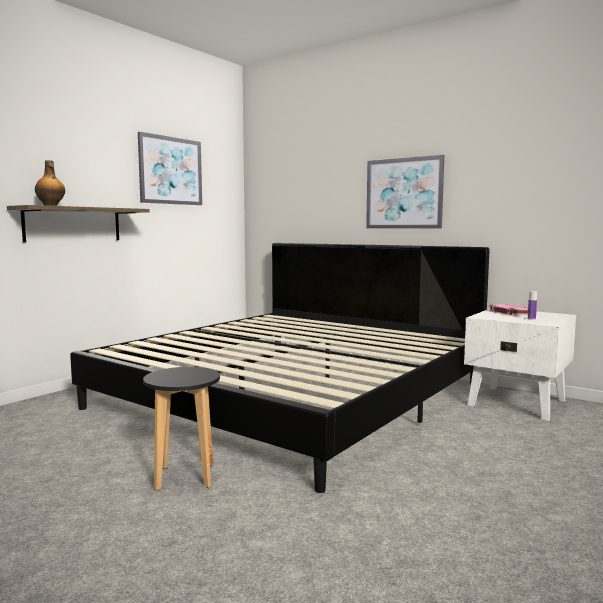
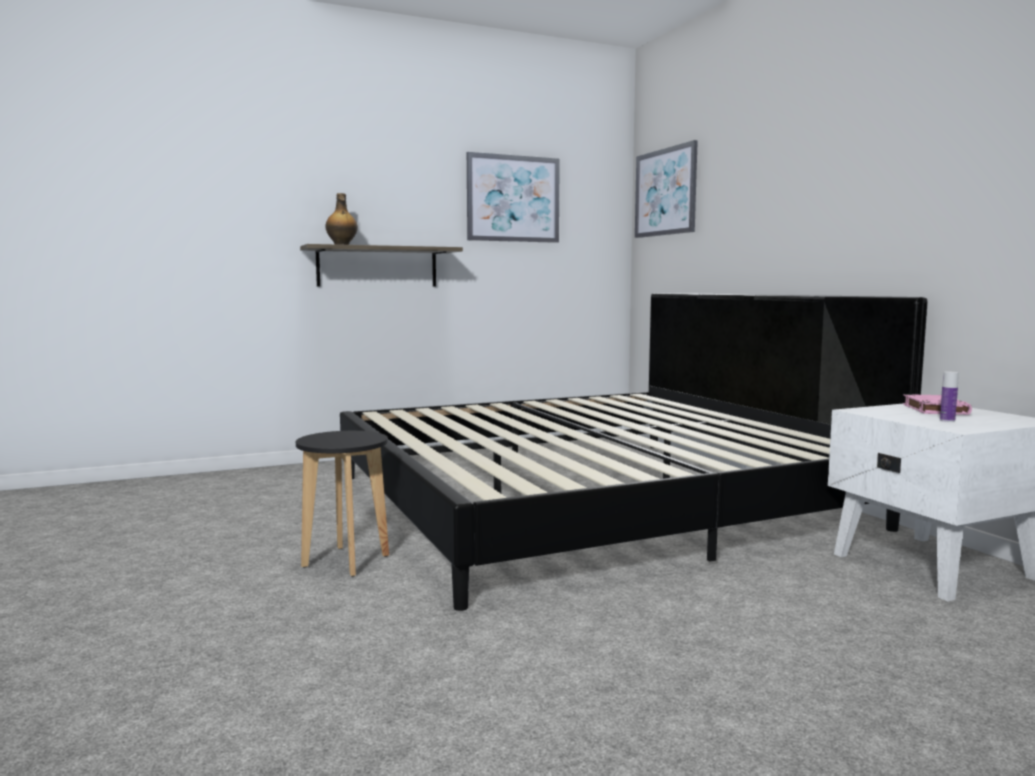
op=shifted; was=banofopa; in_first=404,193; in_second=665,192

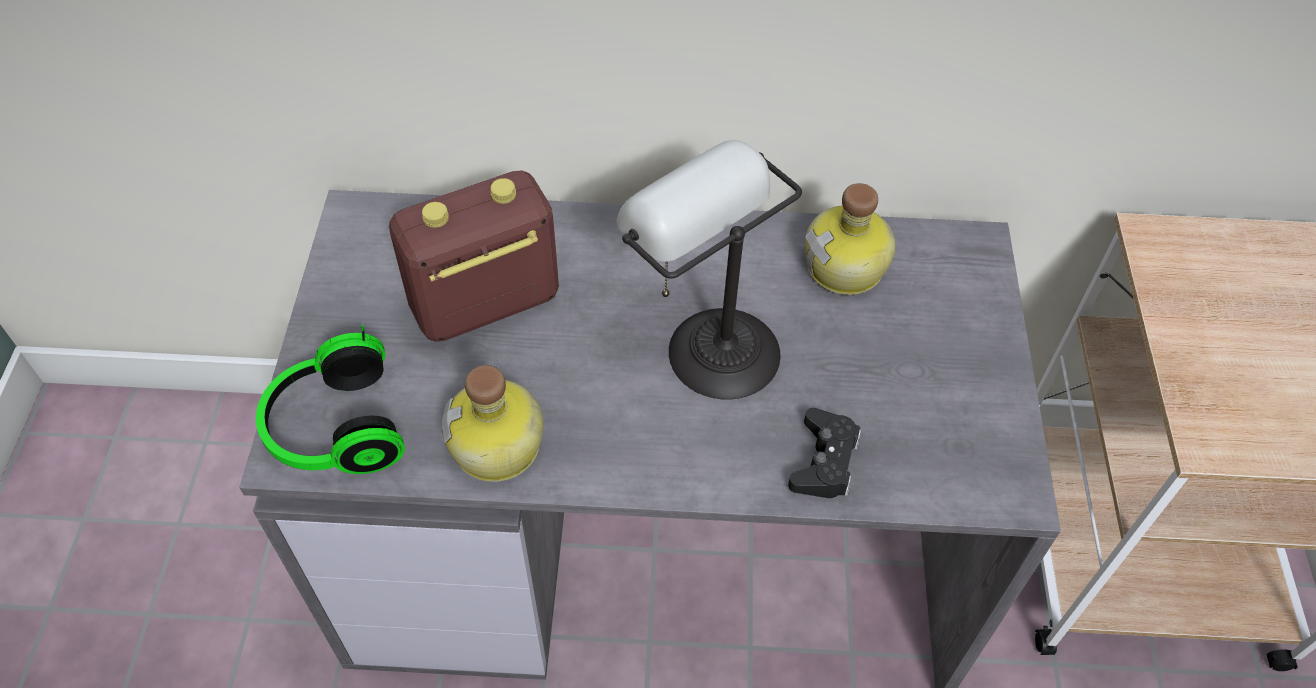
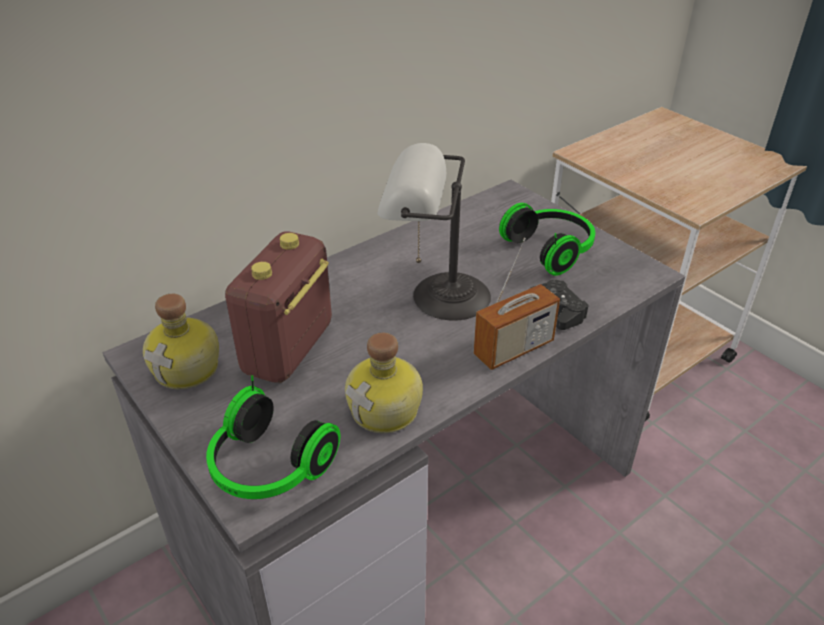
op=shifted; was=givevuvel; in_first=847,268; in_second=189,368
op=new; now=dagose; in_second=513,349
op=new; now=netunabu; in_second=551,250

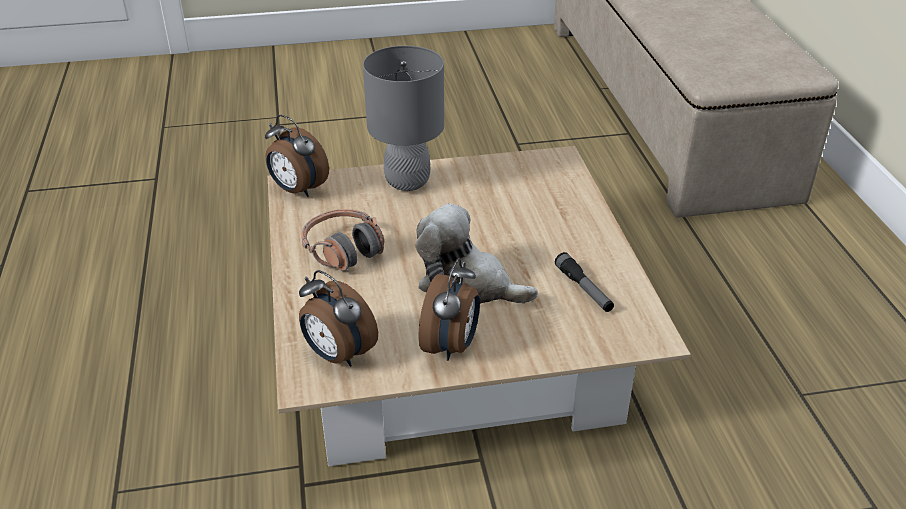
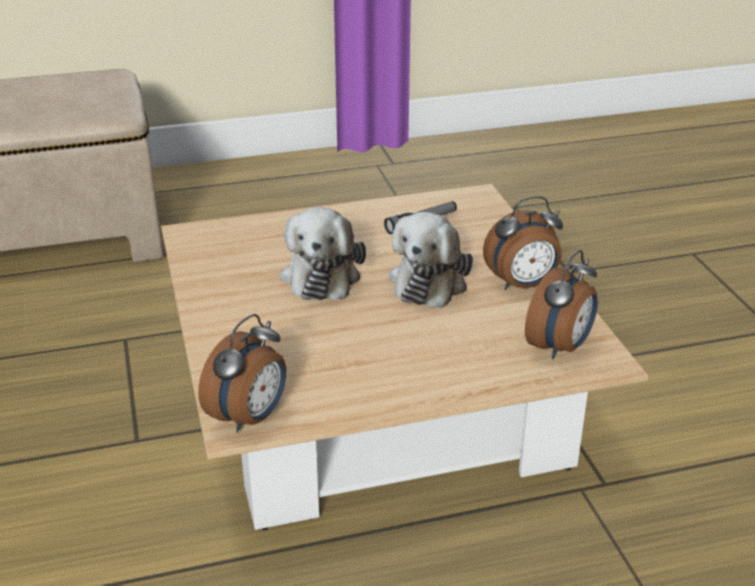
op=gone; was=netunabu; in_first=343,249
op=gone; was=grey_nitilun; in_first=405,183
op=rotated; was=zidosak; in_first=451,346; in_second=522,285; clockwise=150
op=new; now=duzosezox; in_second=321,275

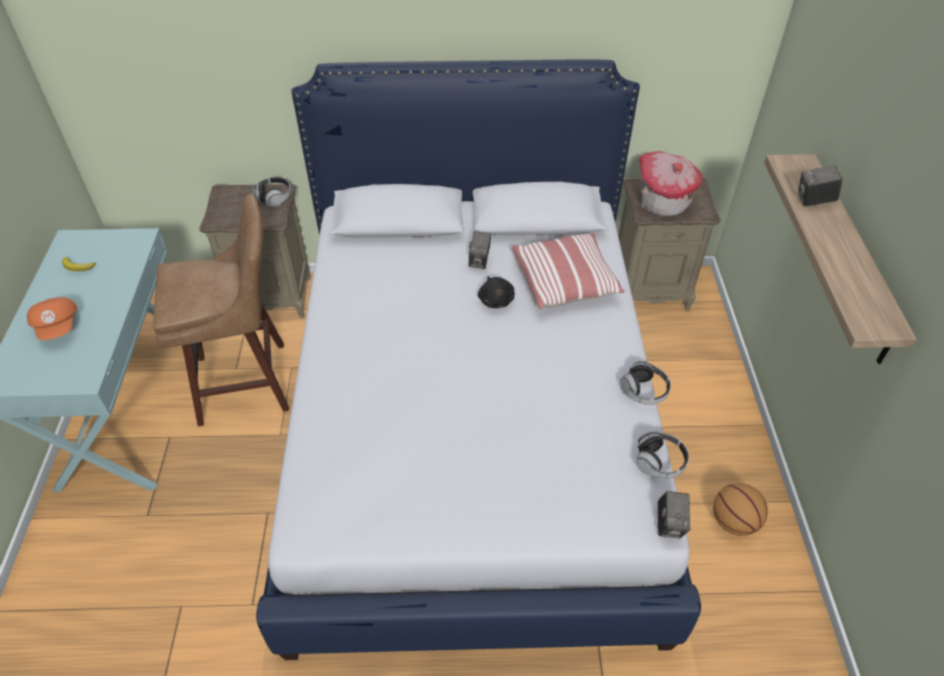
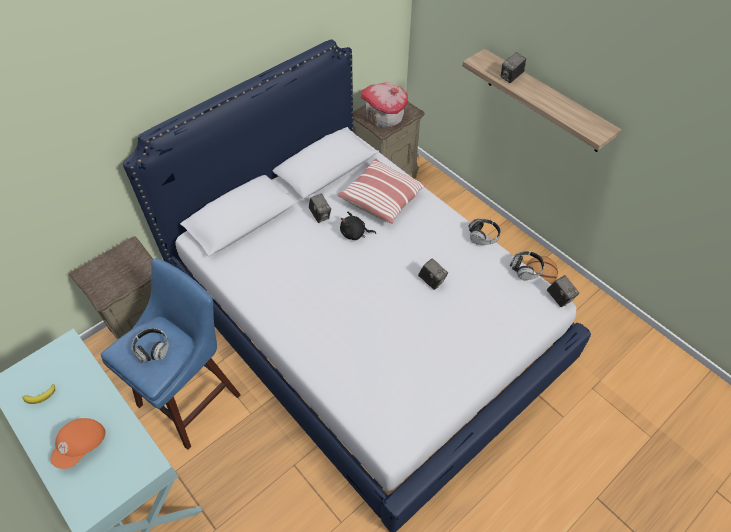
op=rotated; was=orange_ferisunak; in_first=59,326; in_second=82,446; clockwise=90
op=repainted; was=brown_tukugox; now=blue_tukugox; in_first=248,382; in_second=192,397
op=shifted; was=netunabu; in_first=274,198; in_second=152,349
op=rotated; was=black_duzosezox; in_first=496,300; in_second=355,234; clockwise=150
op=new; now=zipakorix; in_second=432,281

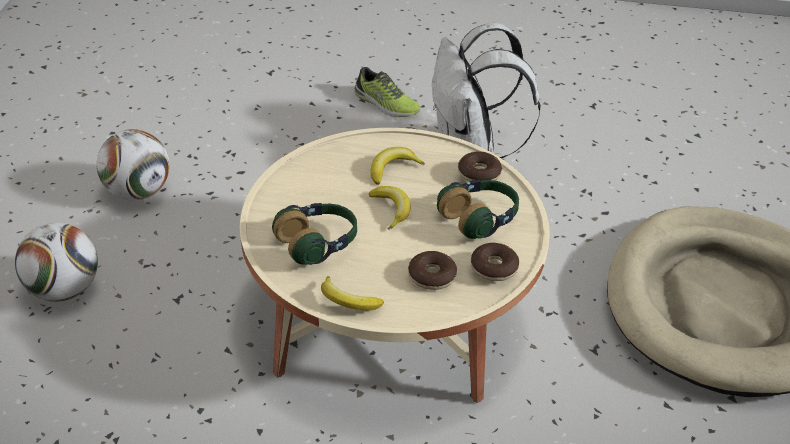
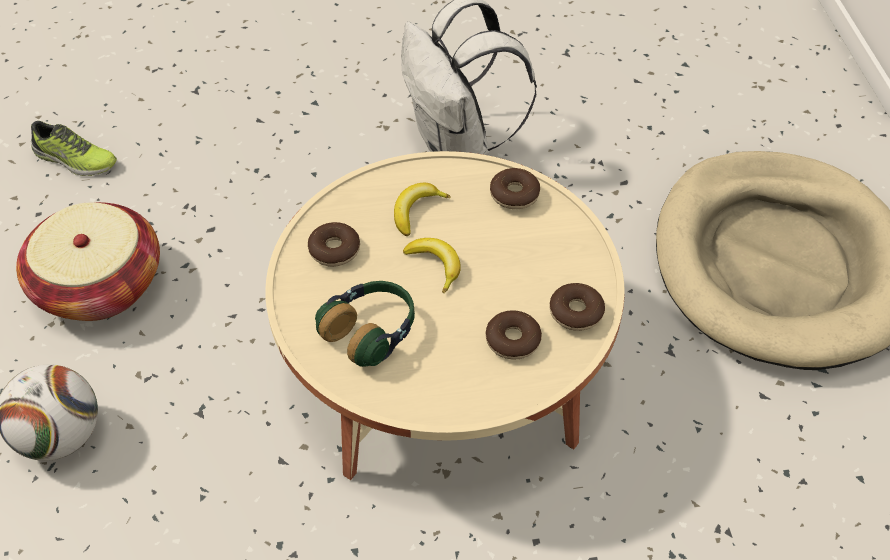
op=swapped; was=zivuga; now=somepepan; in_first=138,192; in_second=100,285
op=gone; was=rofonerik; in_first=348,301
op=shifted; was=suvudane; in_first=385,104; in_second=74,160
op=gone; was=netunabu; in_first=480,219
op=new; now=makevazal; in_second=334,250

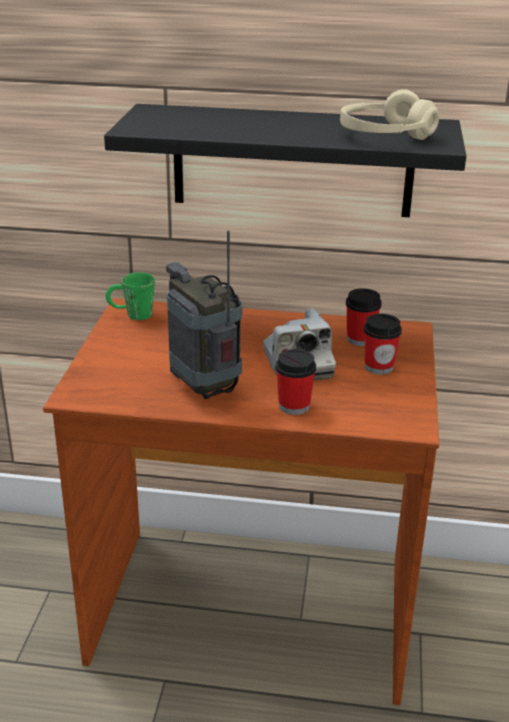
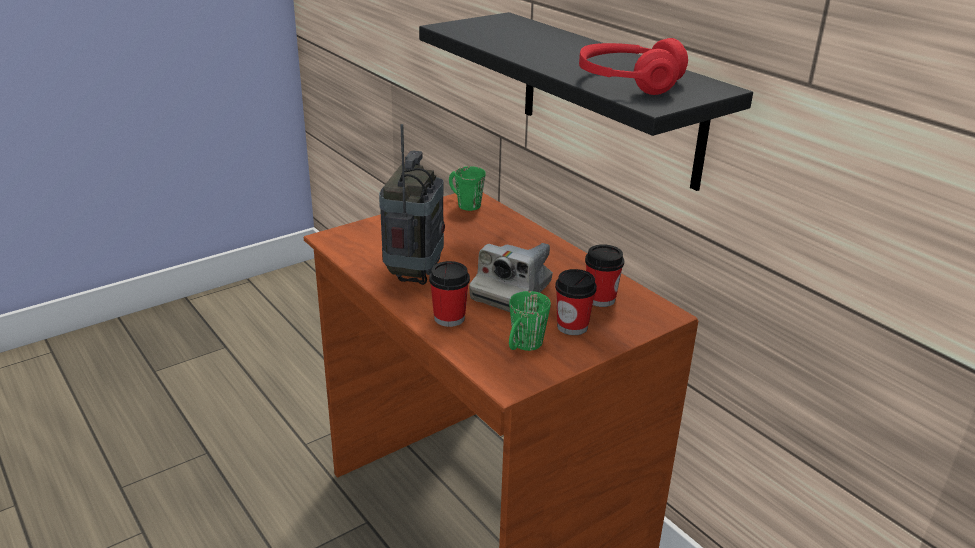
op=repainted; was=beige_netunabu; now=red_netunabu; in_first=385,135; in_second=629,82
op=new; now=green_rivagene; in_second=523,347

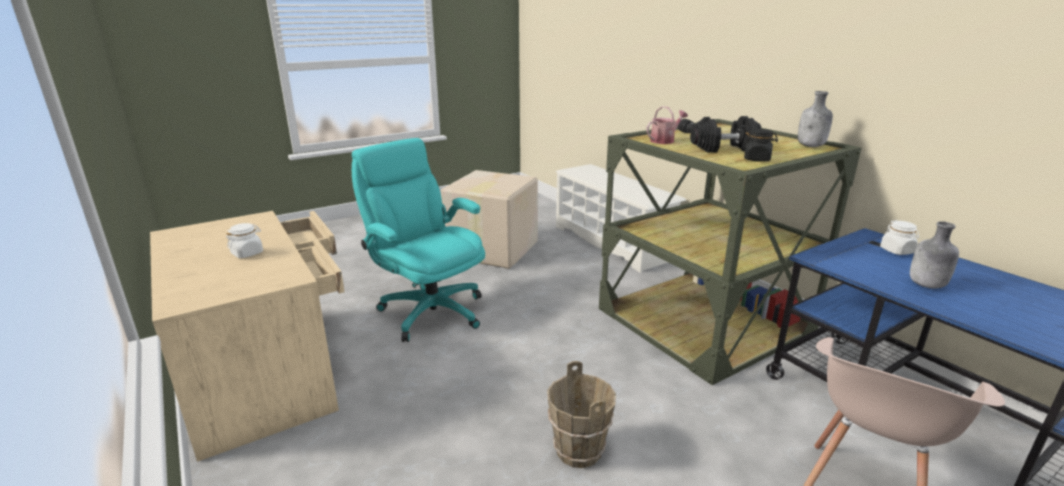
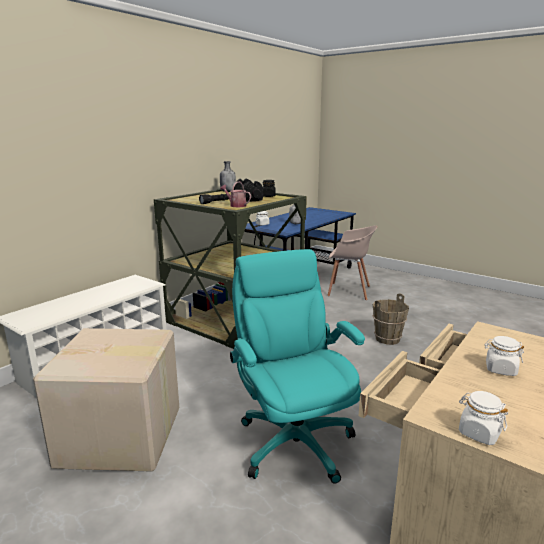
op=rotated; was=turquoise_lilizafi; in_first=429,309; in_second=293,437; clockwise=135
op=new; now=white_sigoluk; in_second=479,433

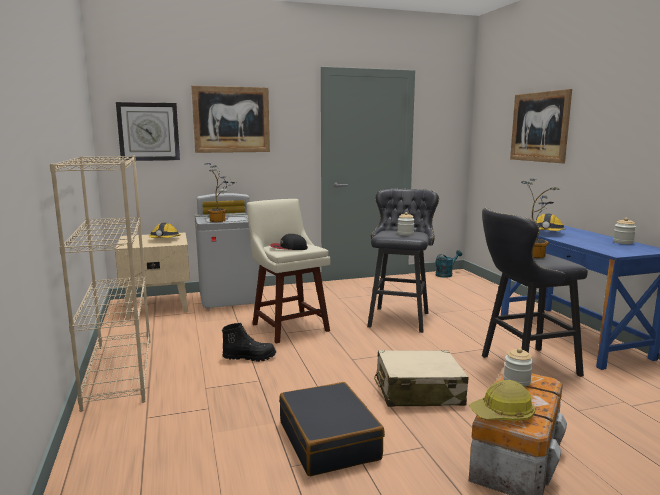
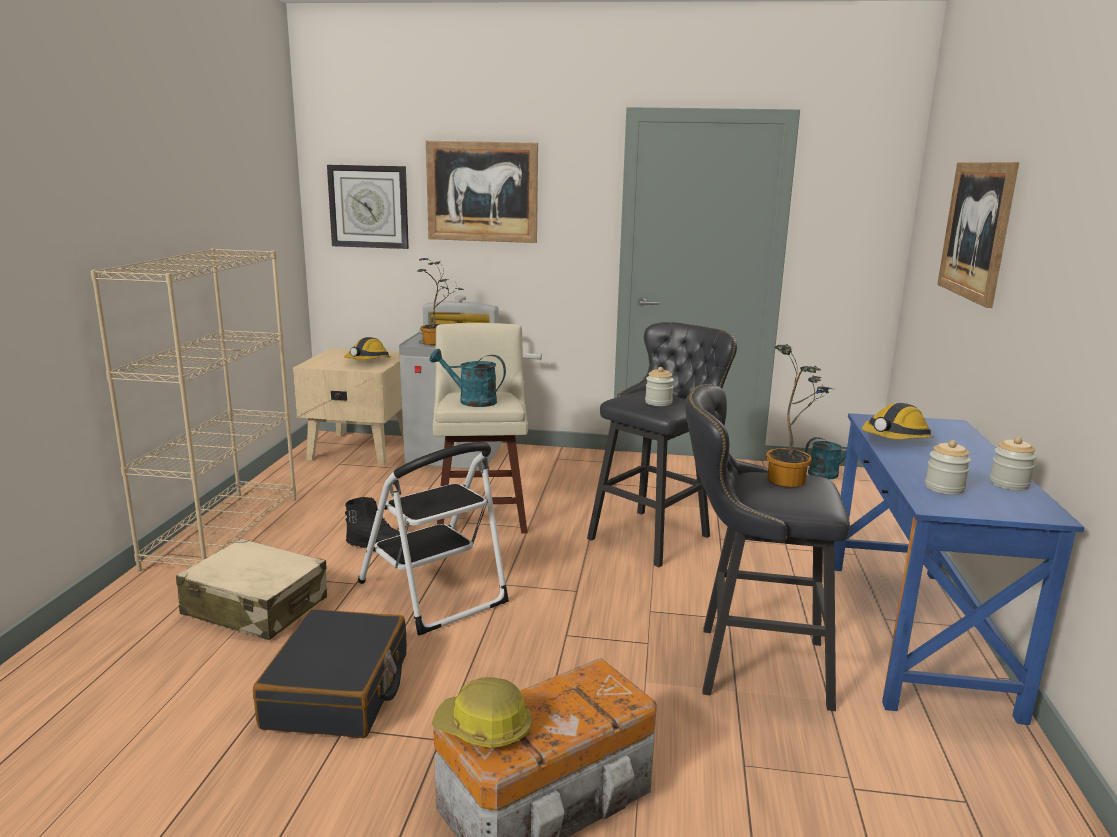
op=swapped; was=ferisunak; now=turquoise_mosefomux; in_first=288,248; in_second=471,401
op=shifted; was=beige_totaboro; in_first=418,392; in_second=256,607
op=shifted; was=sigoluk; in_first=516,381; in_second=944,488
op=new; now=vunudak; in_second=434,594

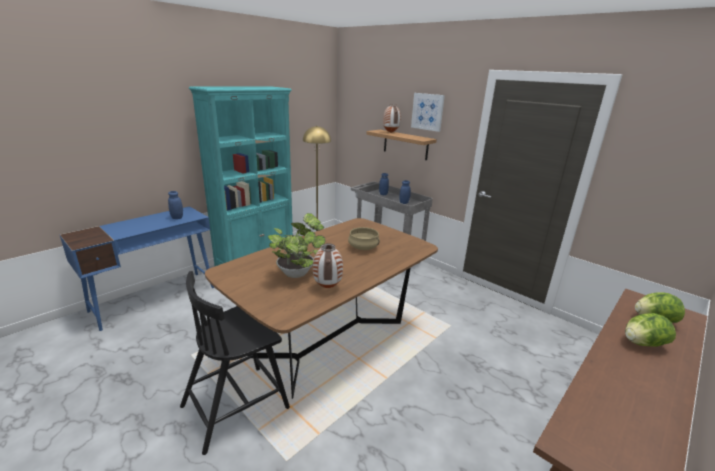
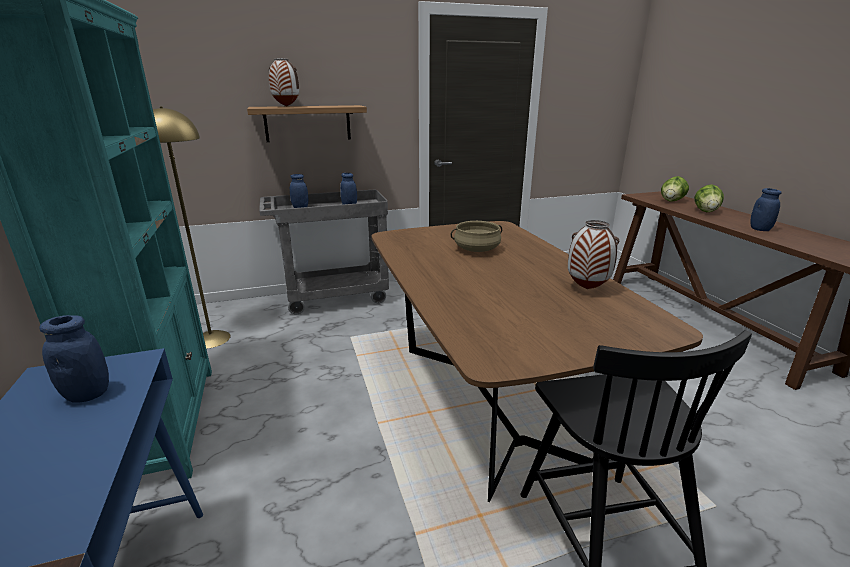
op=gone; was=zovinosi; in_first=297,272
op=gone; was=banofopa; in_first=427,111
op=new; now=blue_sigoluk; in_second=760,229

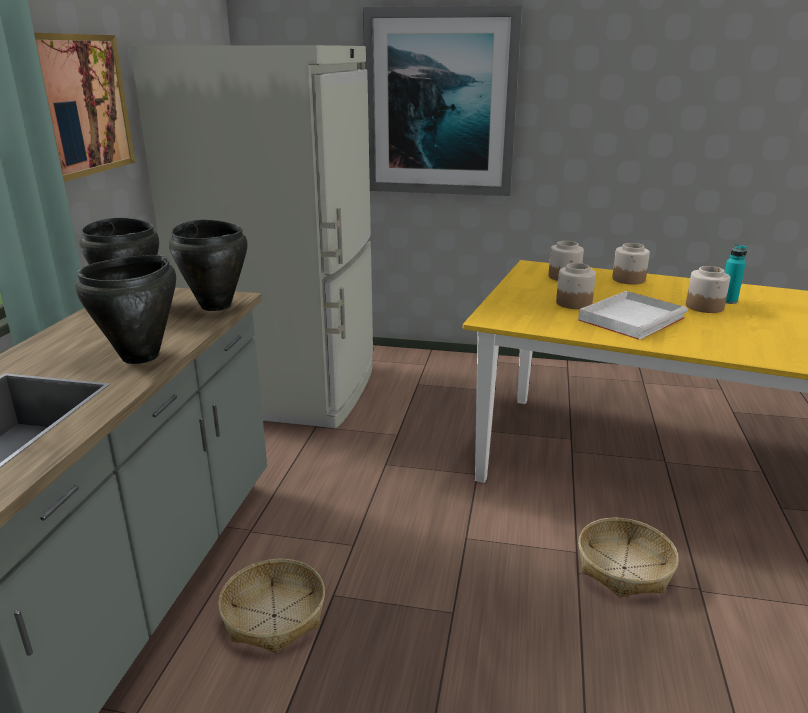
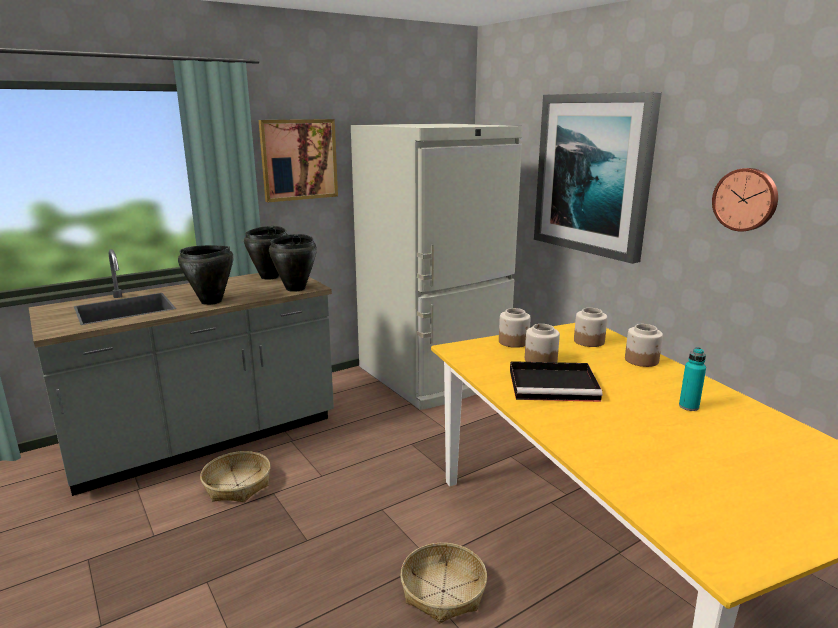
op=repainted; was=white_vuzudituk; now=black_vuzudituk; in_first=632,318; in_second=554,385
op=shifted; was=sigoluk; in_first=704,307; in_second=514,342
op=new; now=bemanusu; in_second=745,199

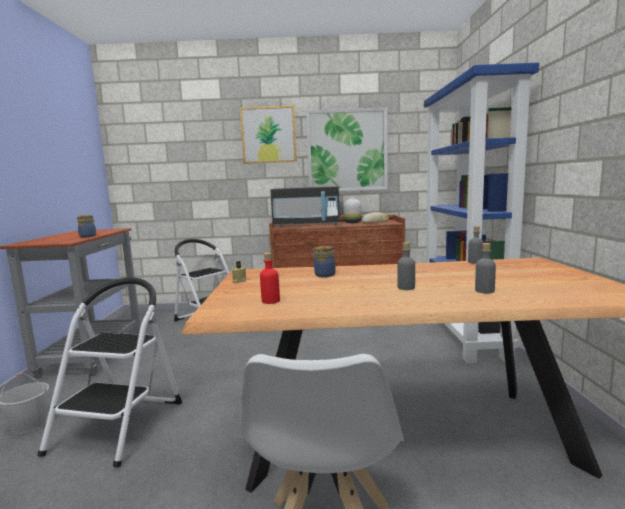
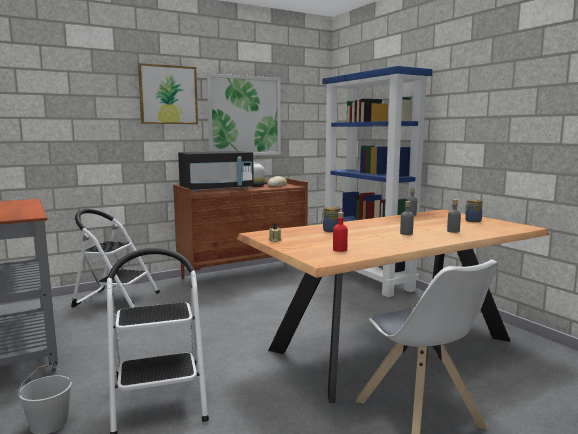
op=shifted; was=sigoluk; in_first=87,236; in_second=472,221

